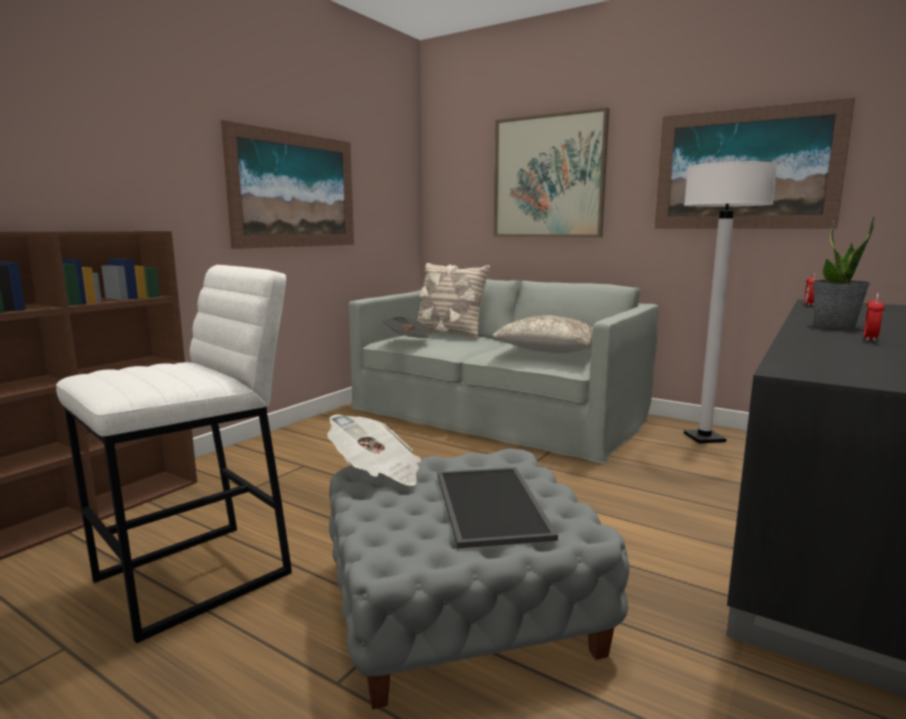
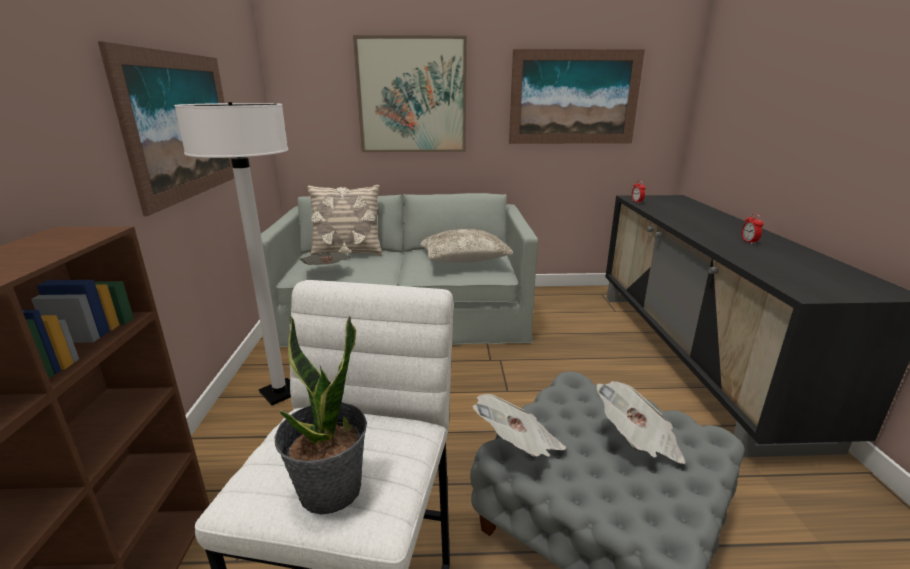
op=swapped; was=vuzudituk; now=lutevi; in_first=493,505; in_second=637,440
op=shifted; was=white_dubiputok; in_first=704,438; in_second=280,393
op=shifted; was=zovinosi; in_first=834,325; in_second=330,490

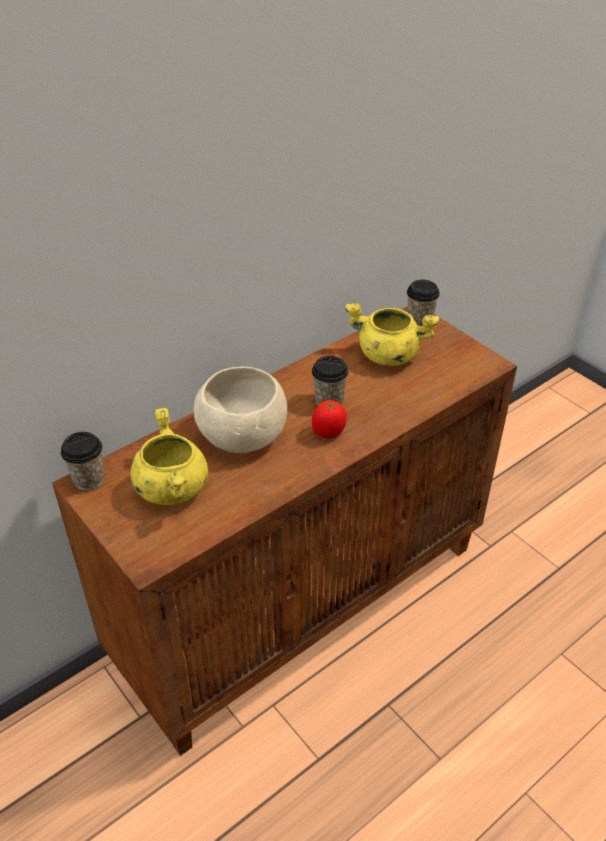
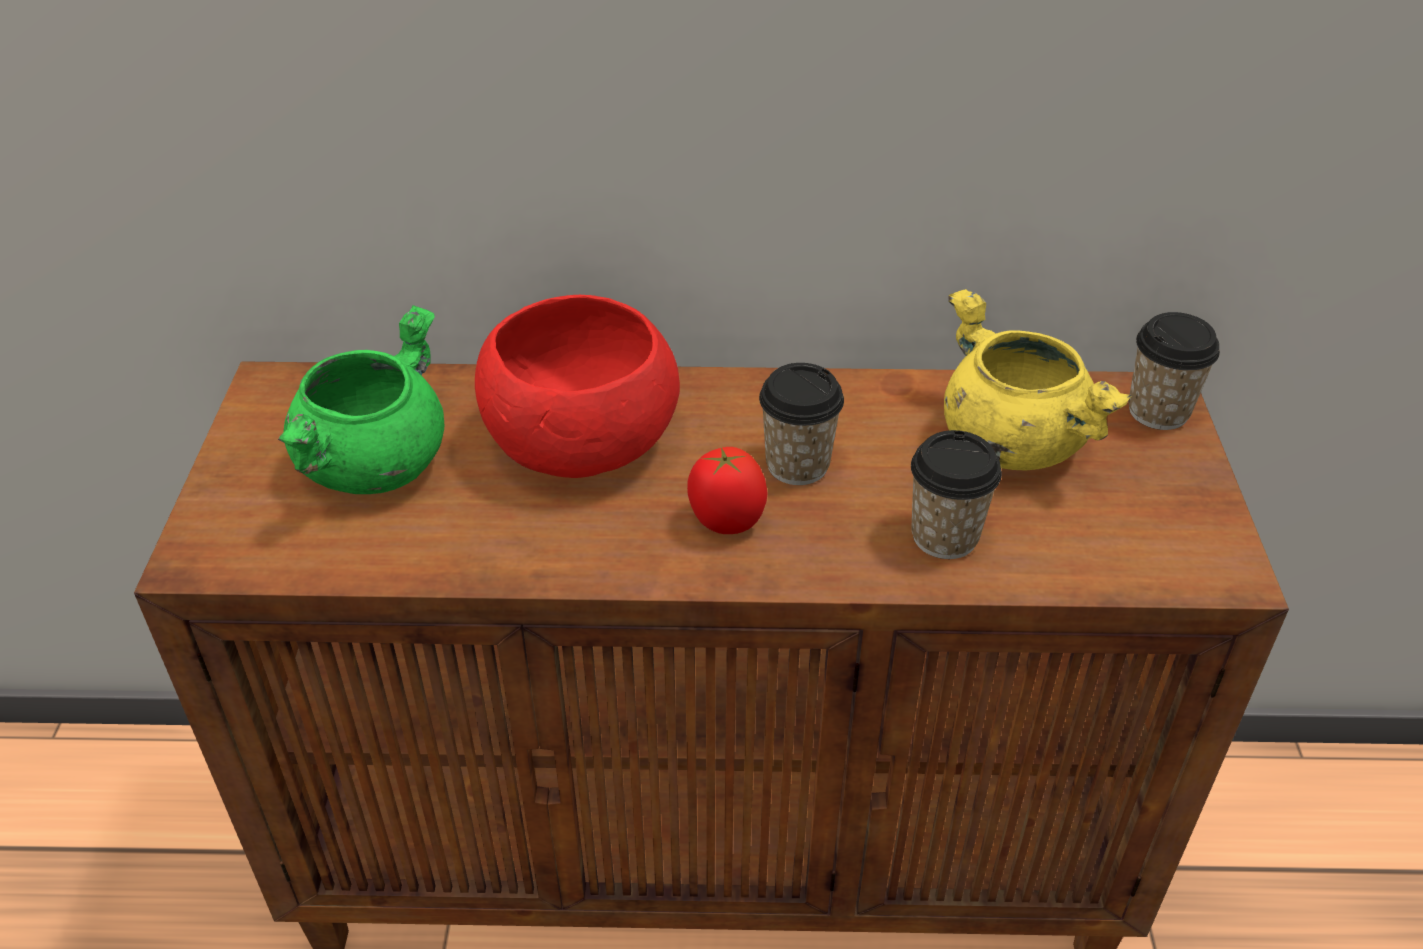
op=shifted; was=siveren; in_first=88,479; in_second=944,536
op=repainted; was=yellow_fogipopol; now=green_fogipopol; in_first=171,488; in_second=373,464
op=repainted; was=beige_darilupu; now=red_darilupu; in_first=243,435; in_second=581,442

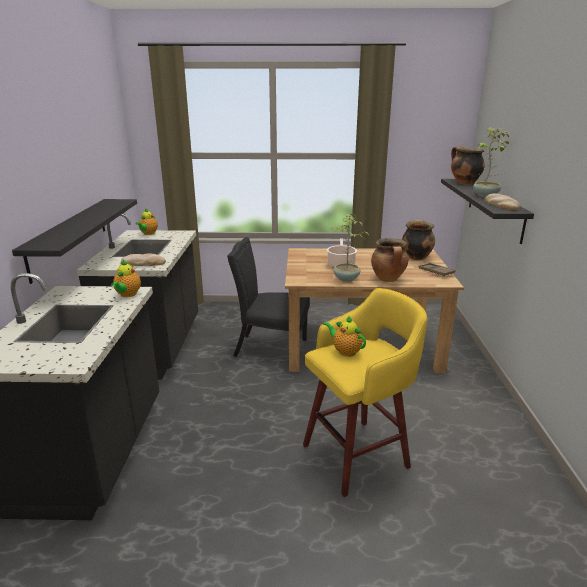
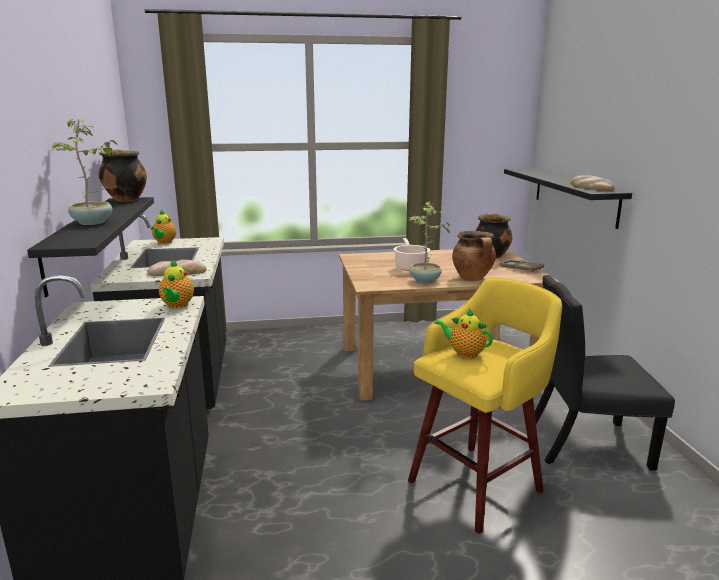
op=shifted; was=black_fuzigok; in_first=272,349; in_second=588,444
op=shifted; was=fogipopol; in_first=464,183; in_second=125,199
op=shifted; was=zovinosi; in_first=486,196; in_second=93,223

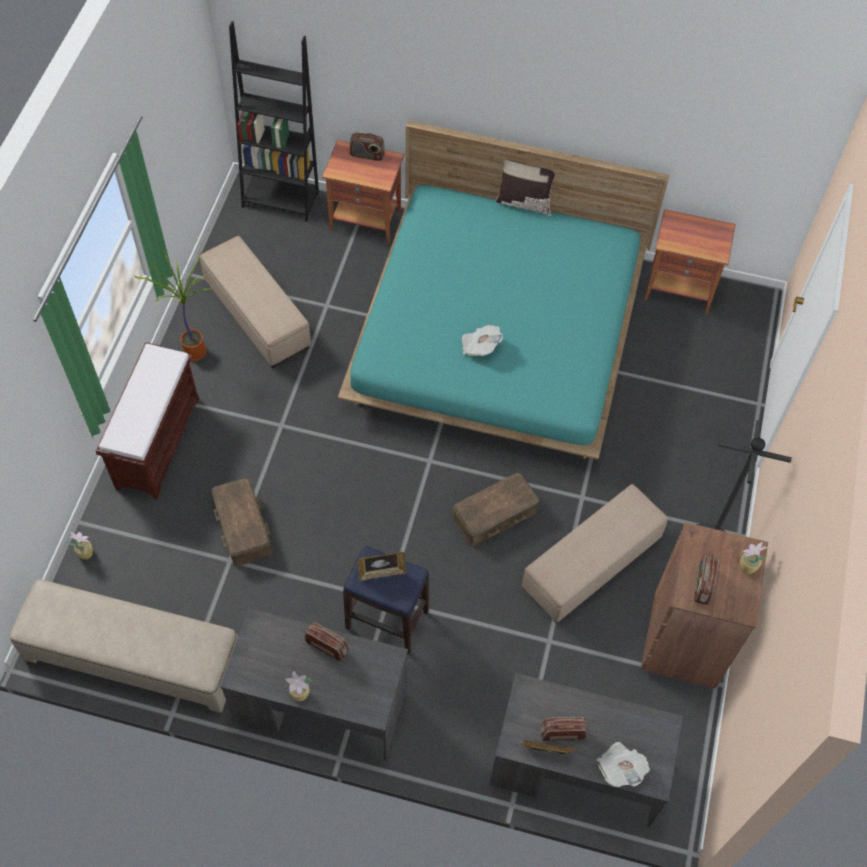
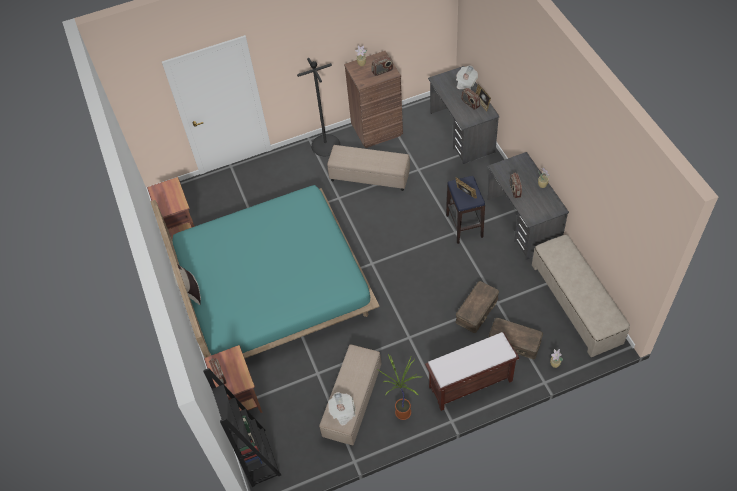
op=shifted; was=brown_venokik; in_first=494,515; in_second=514,341
op=shifted; was=lutevi; in_first=480,346; in_second=342,412

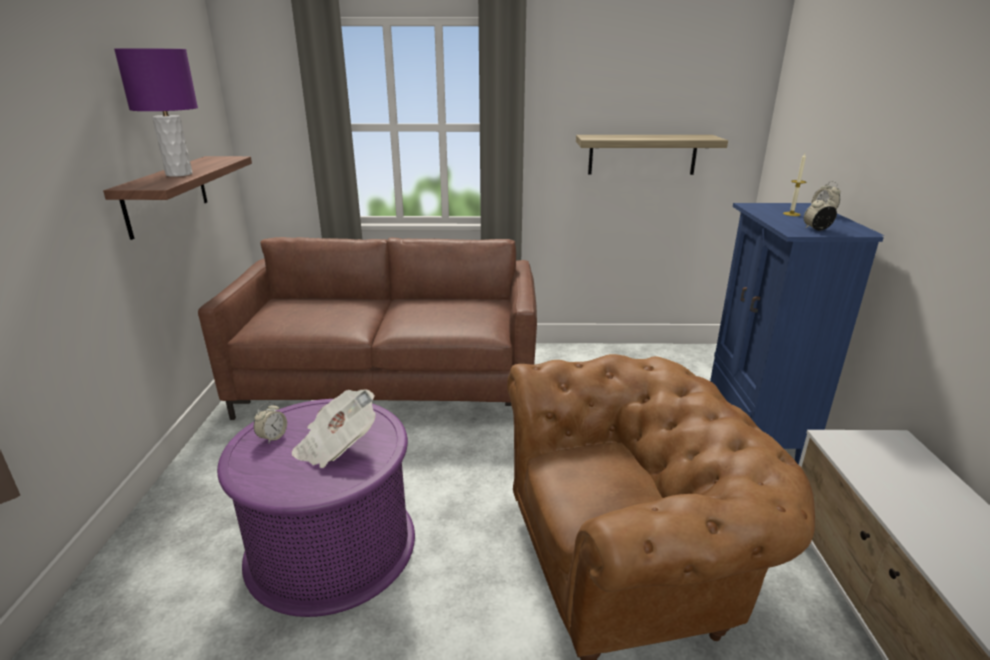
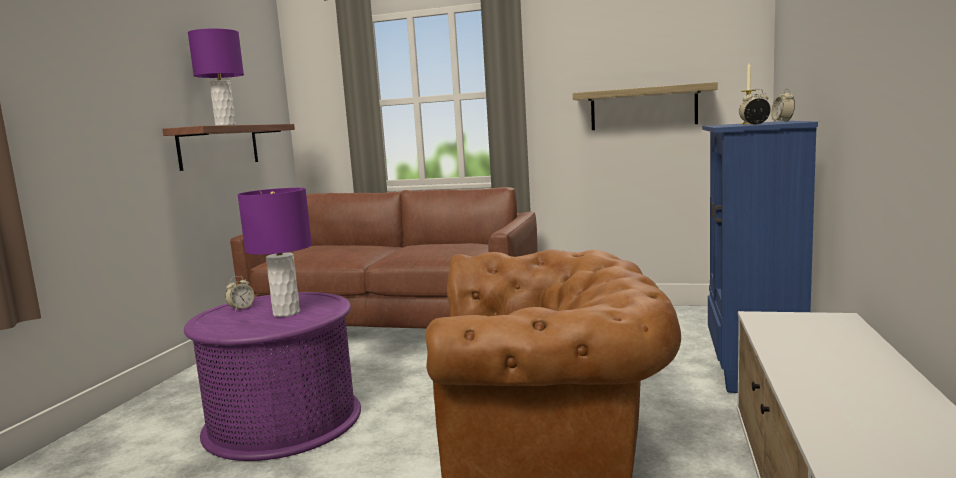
op=swapped; was=lutevi; now=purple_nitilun; in_first=336,446; in_second=286,313

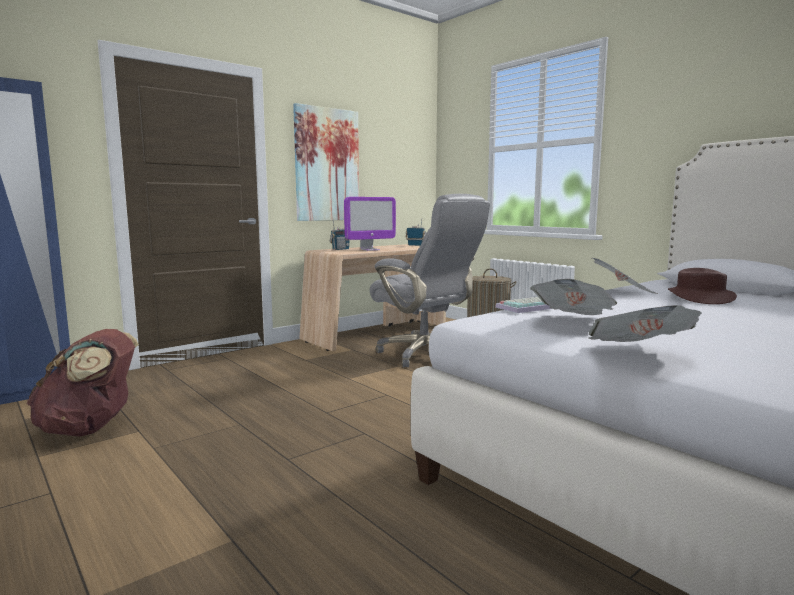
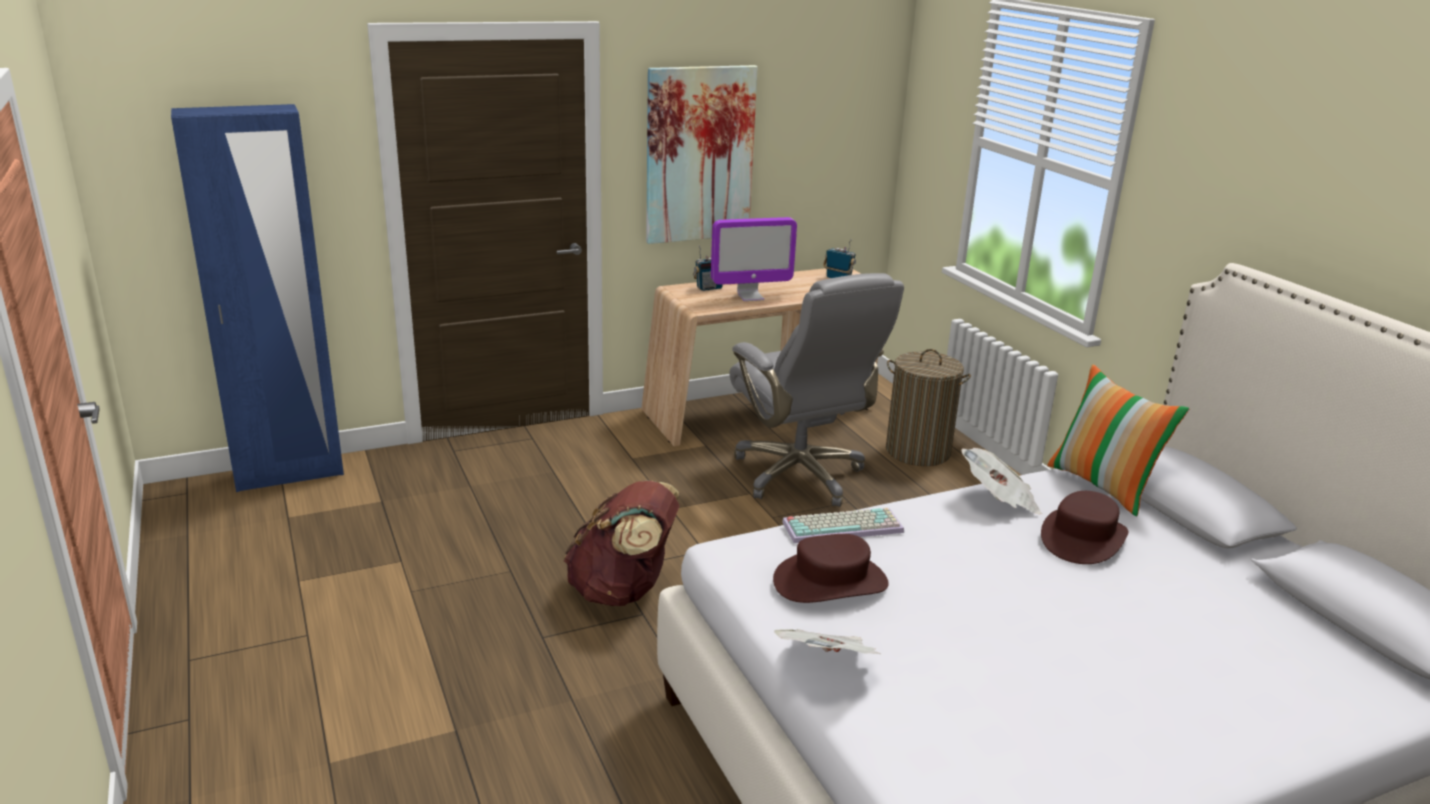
op=shifted; was=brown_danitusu; in_first=90,429; in_second=623,591
op=swapped; was=lutevi; now=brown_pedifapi; in_first=573,321; in_second=830,581
op=new; now=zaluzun; in_second=1103,486

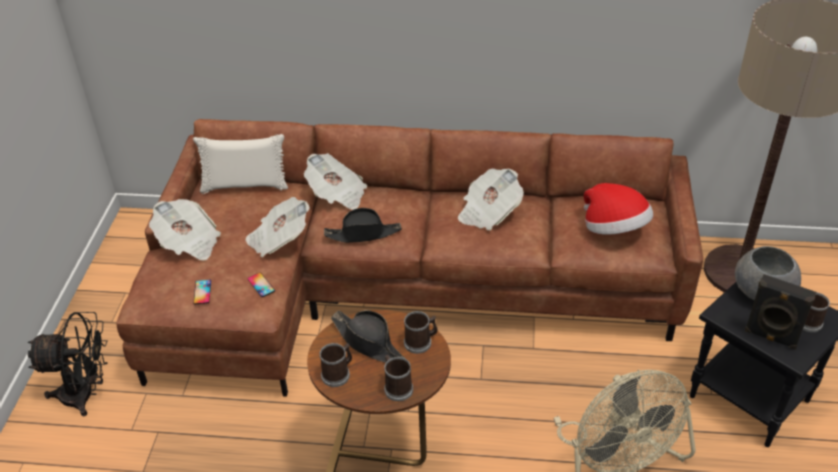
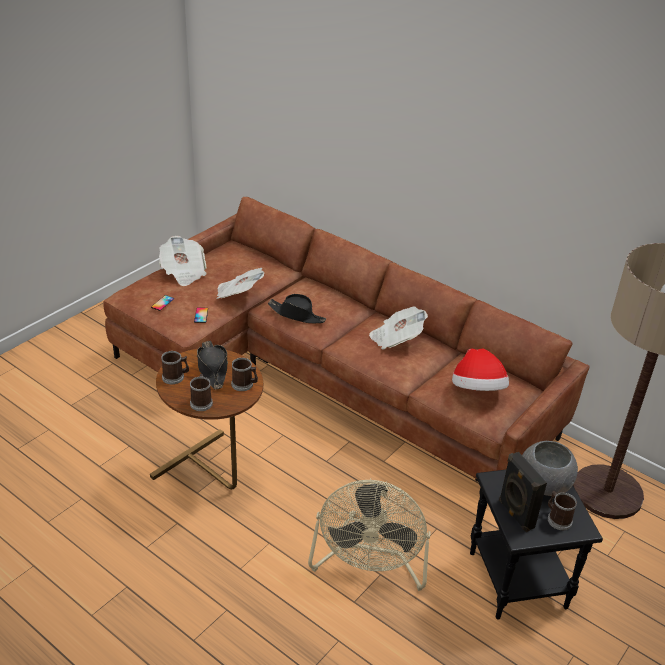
op=gone; was=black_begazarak; in_first=86,395
op=gone; was=white_zaluzun; in_first=245,185
op=gone; was=lutevi; in_first=337,194

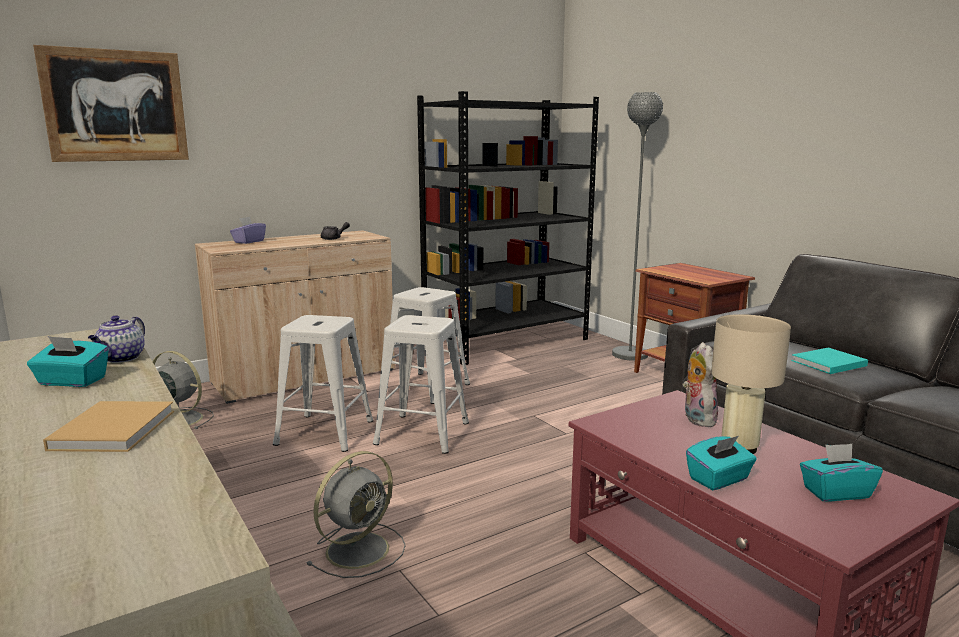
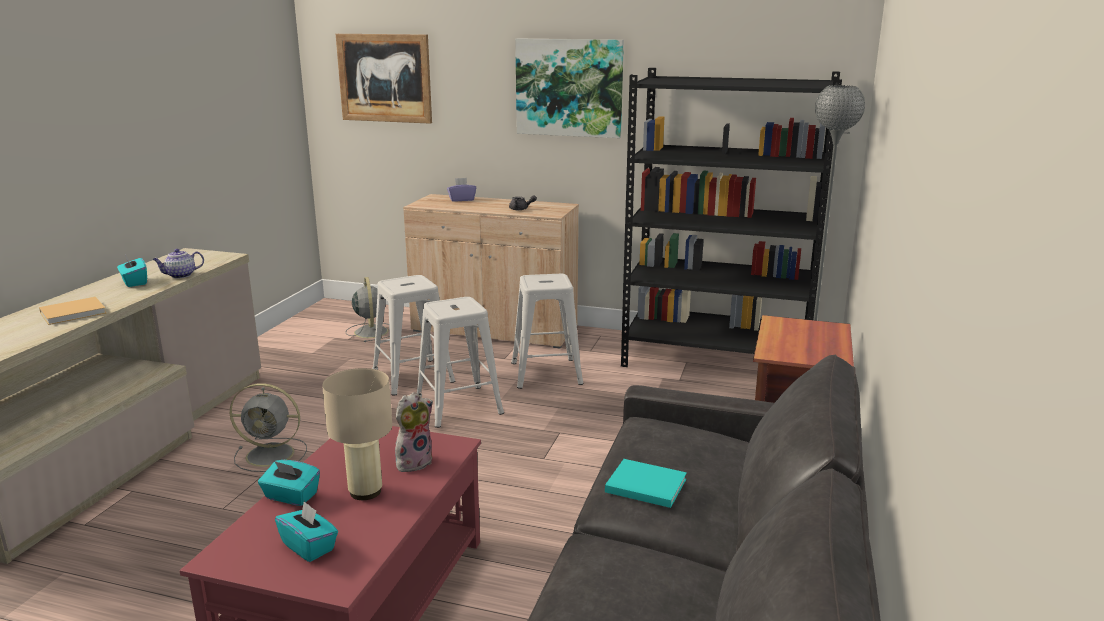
op=new; now=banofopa; in_second=569,87

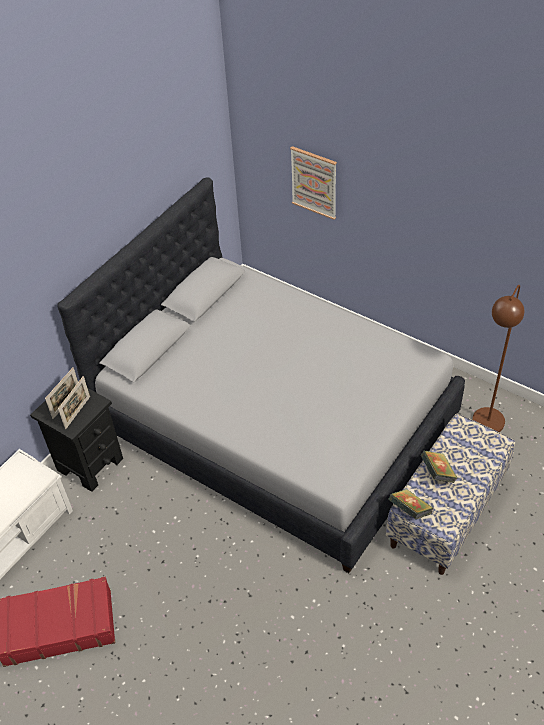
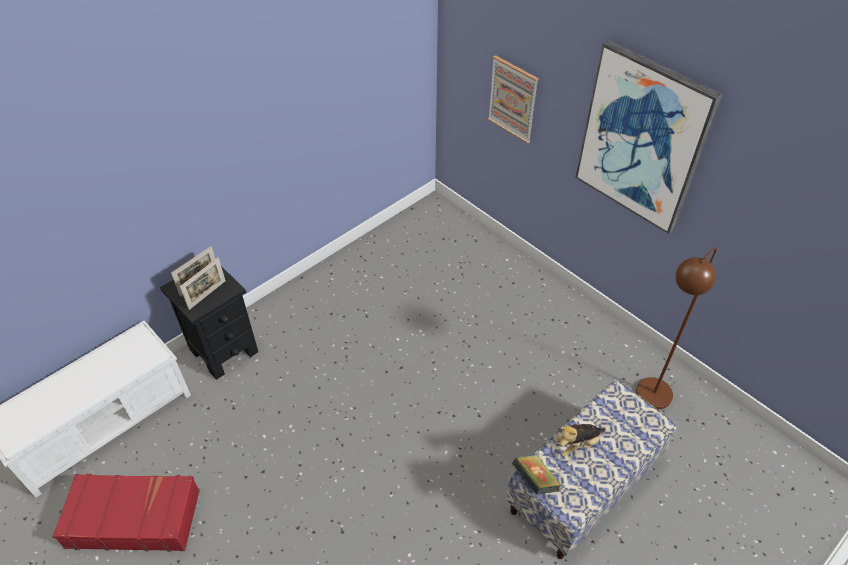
op=gone; was=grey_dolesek; in_first=275,422
op=swapped; was=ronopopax; now=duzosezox; in_first=437,473; in_second=577,444
op=new; now=banofopa; in_second=643,138

